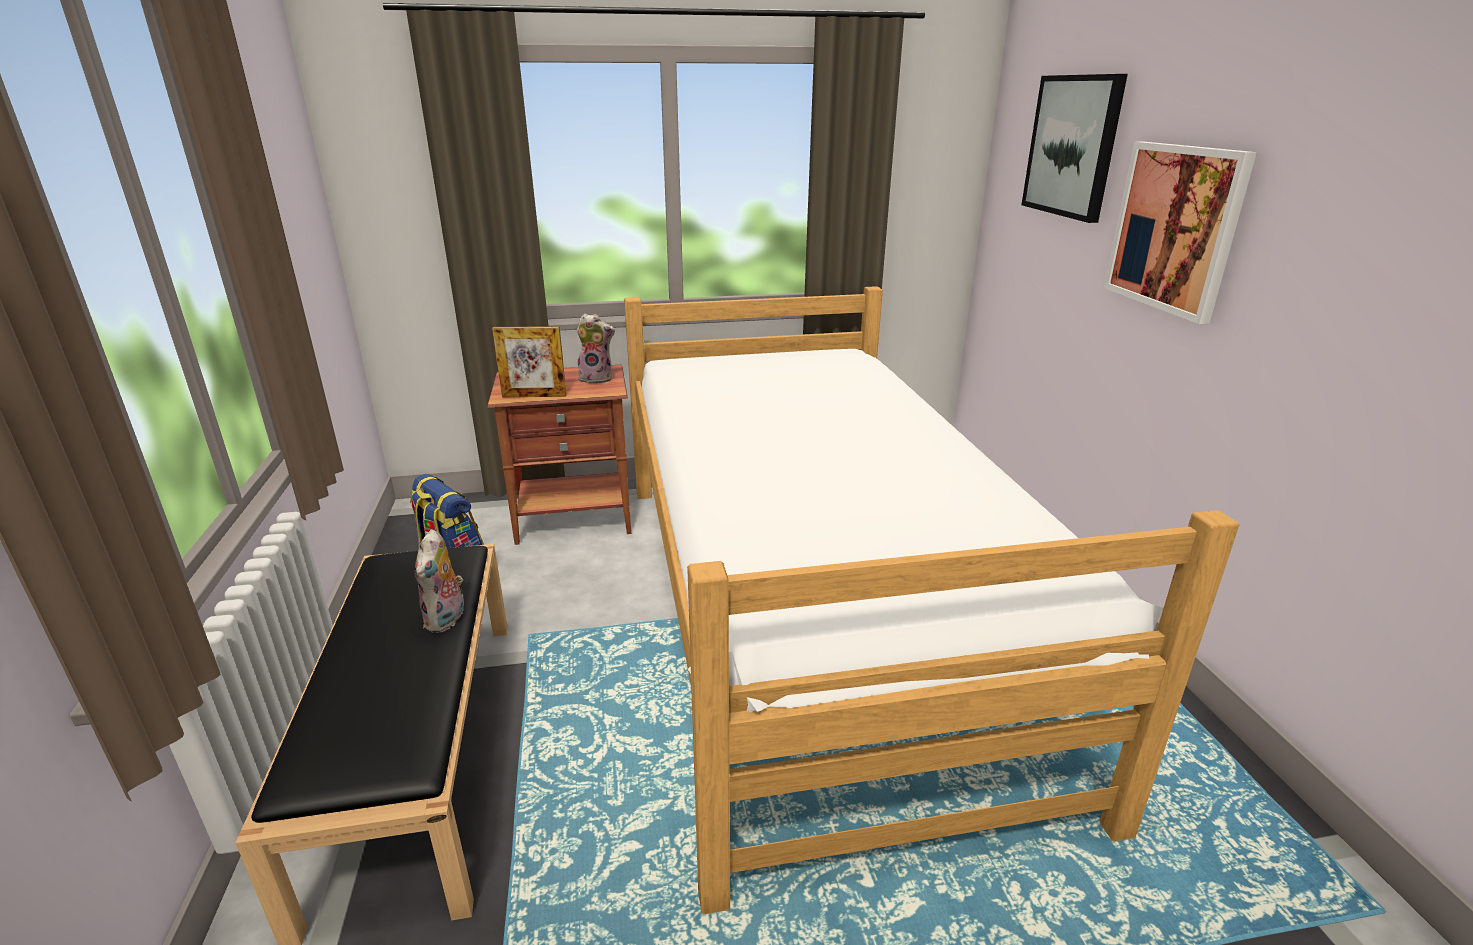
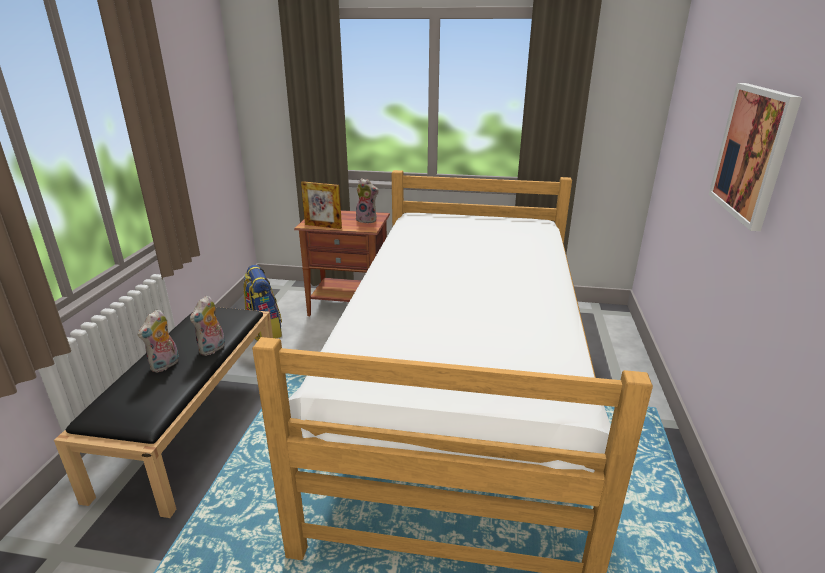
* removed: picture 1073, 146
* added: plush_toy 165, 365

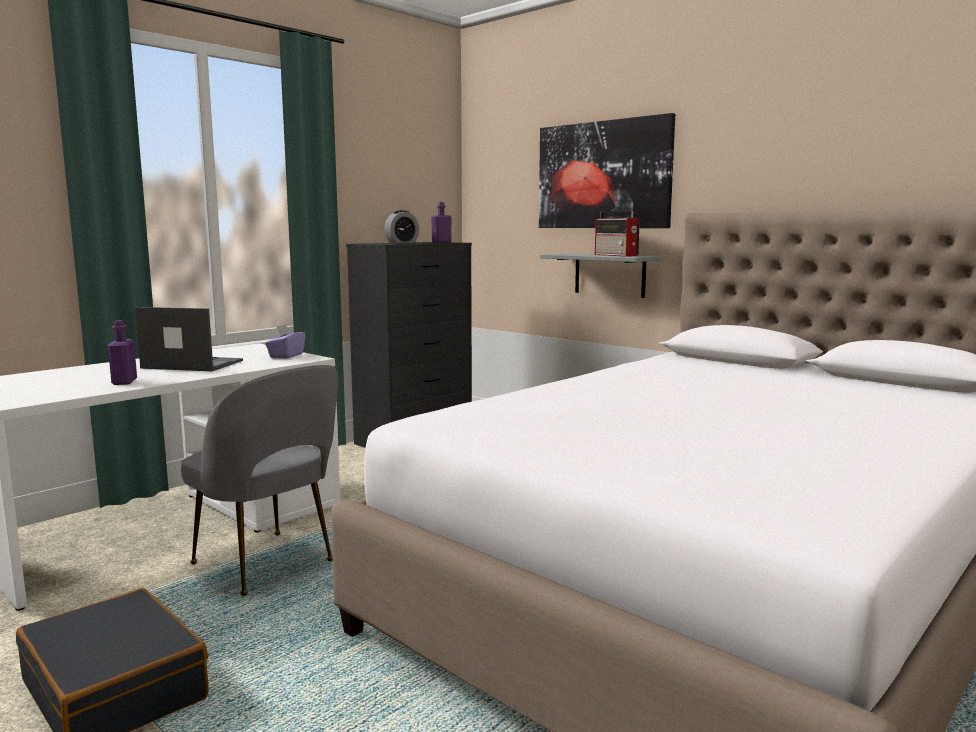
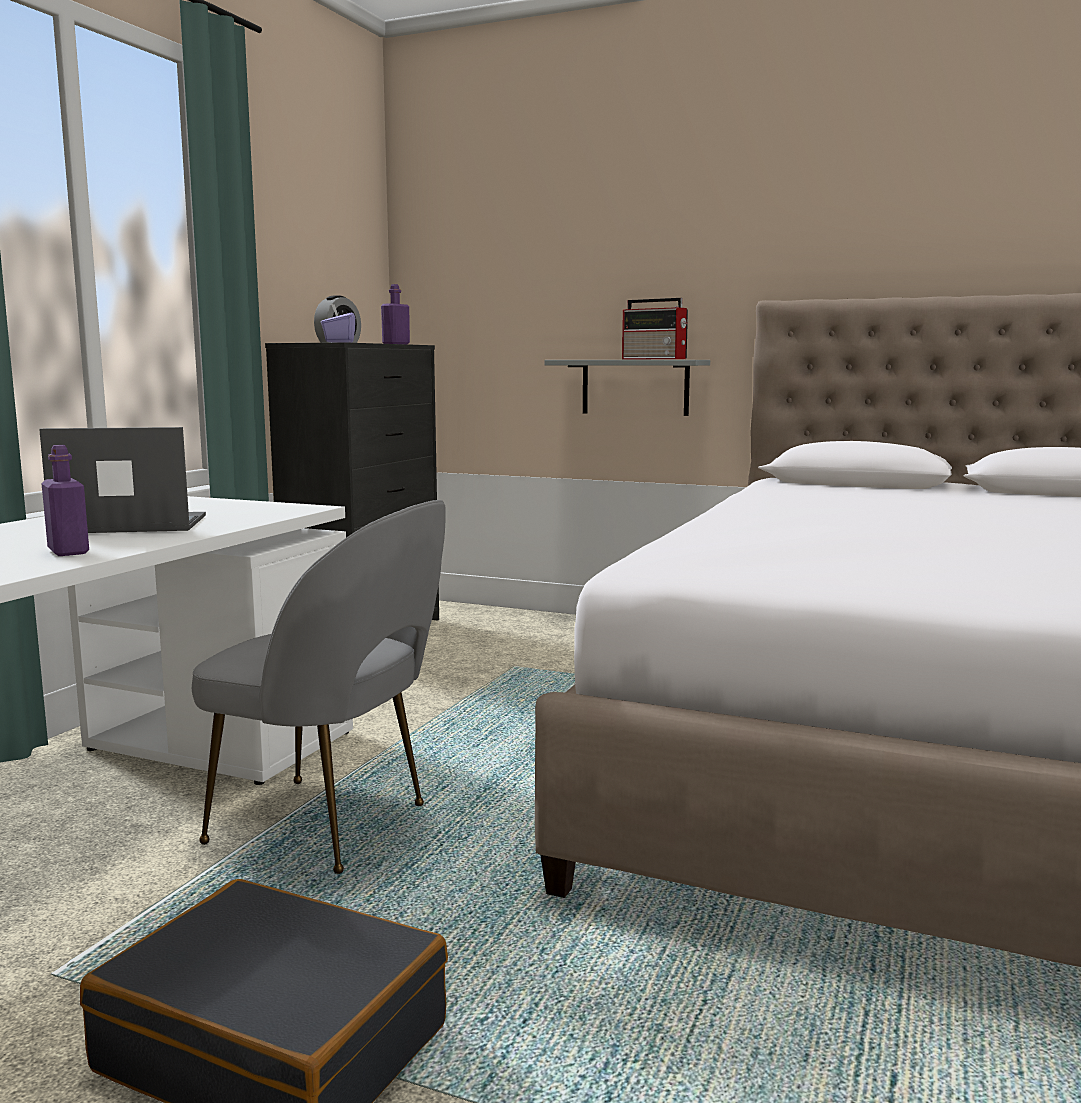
* moved: purplish_box_of_tissues 286, 356 to 339, 342
* removed: picture 603, 175

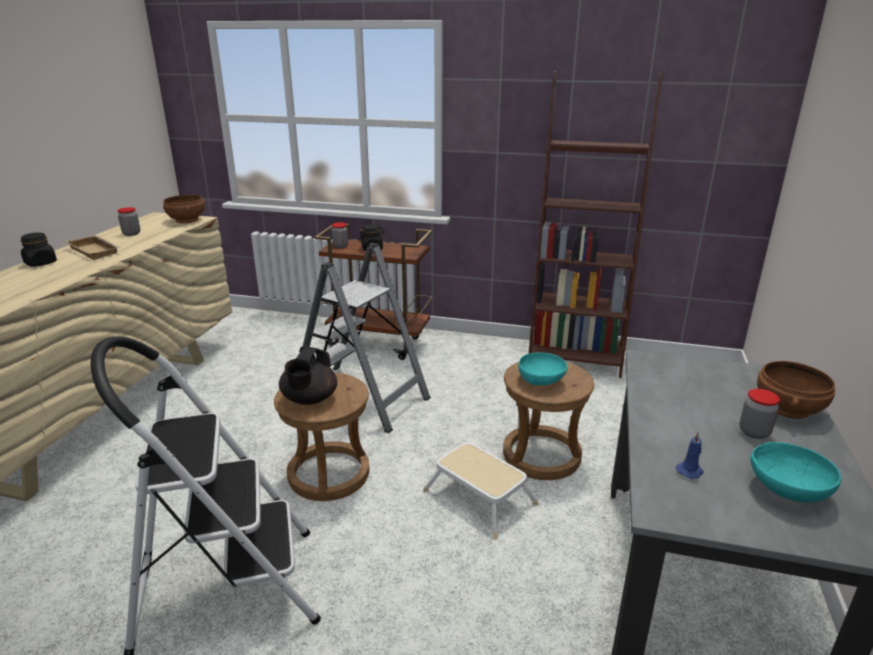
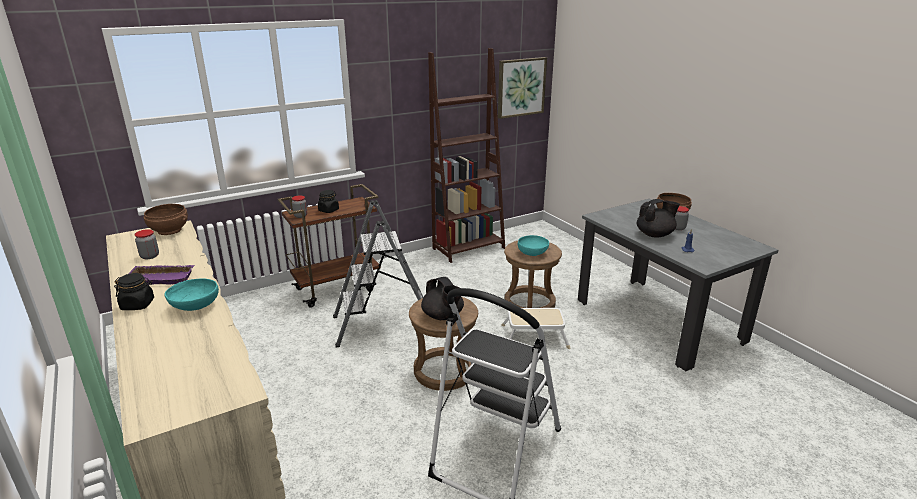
* recoloured: beige_serving_tray 97, 251 to purplish_serving_tray 163, 278
* moved: blue-green_deep_dish 787, 491 to 195, 307
* added: picture 521, 87
* added: blackish_teapot 655, 235

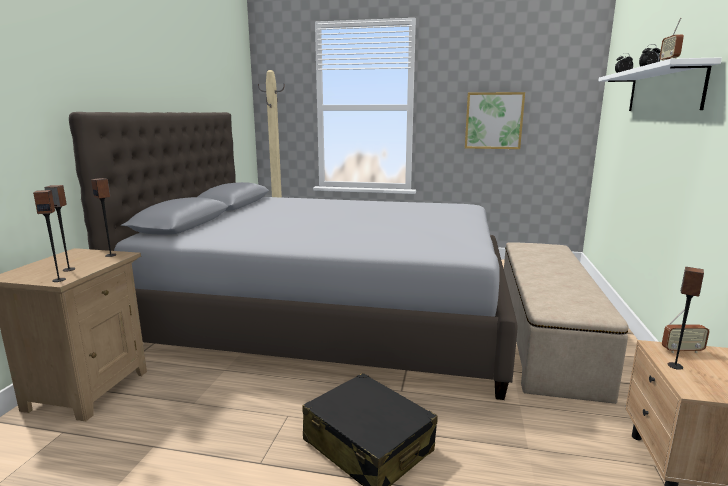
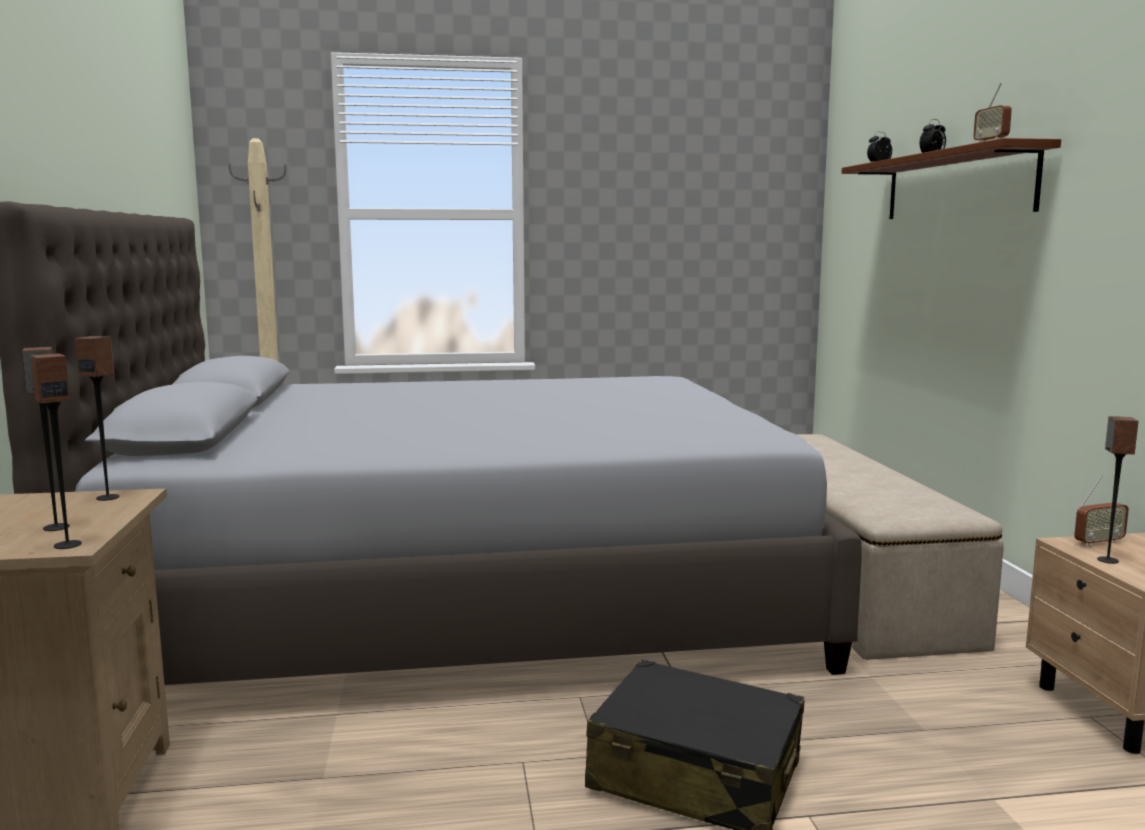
* removed: picture 493, 121
* recoloured: whitish_shelf 663, 90 to brown-coloured_shelf 956, 186

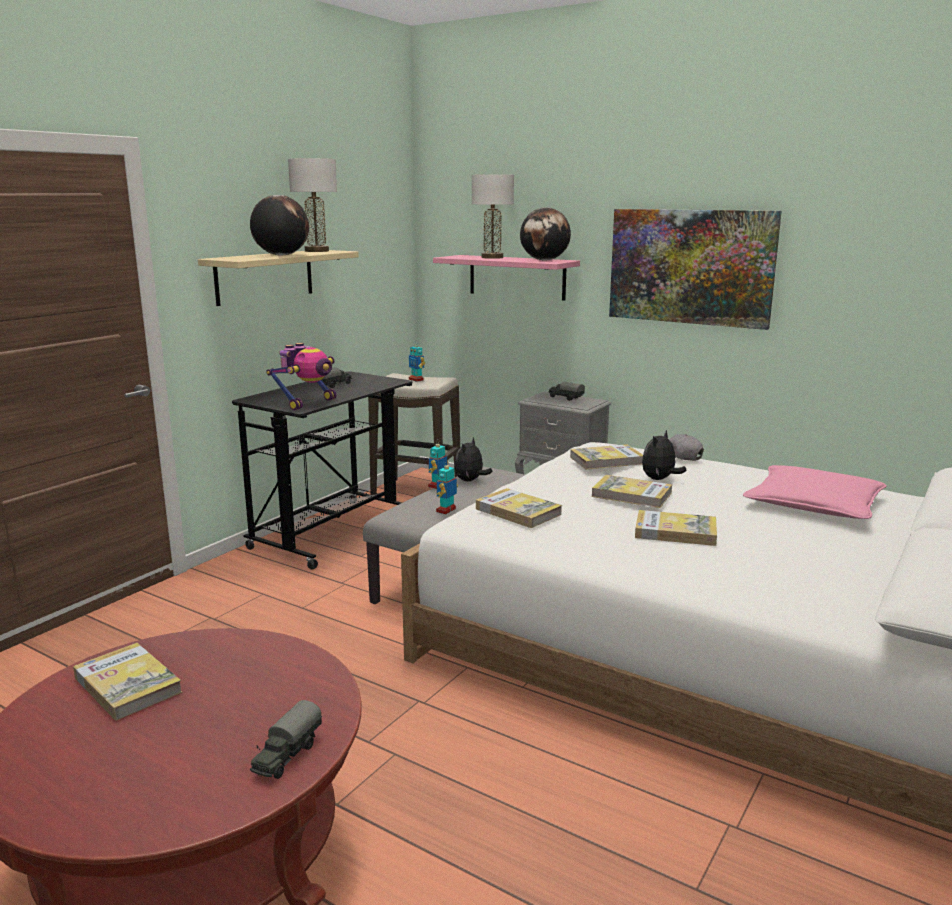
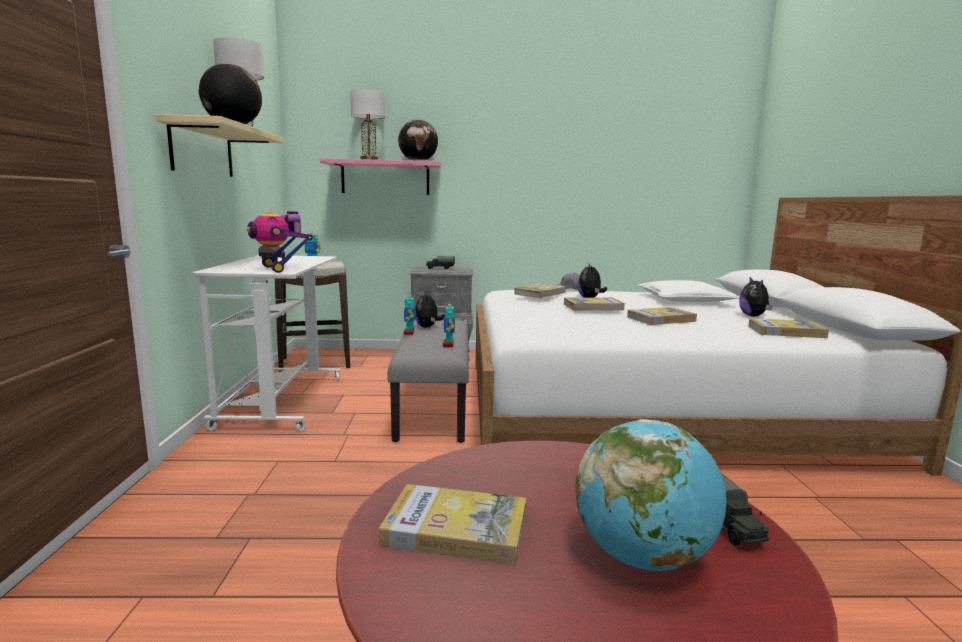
* recoloured: blackish_desk_table 334, 532 to whitish_desk_table 281, 402
* turned: toy_robot 308, 403 = 281, 269 150 degrees clockwise
* moved: volume 518, 511 to 785, 331
* removed: picture 690, 267
* recoloured: pink_throw_pillow 814, 503 to whitish_throw_pillow 684, 300
* added: globe 643, 557
* added: plush_toy 753, 316

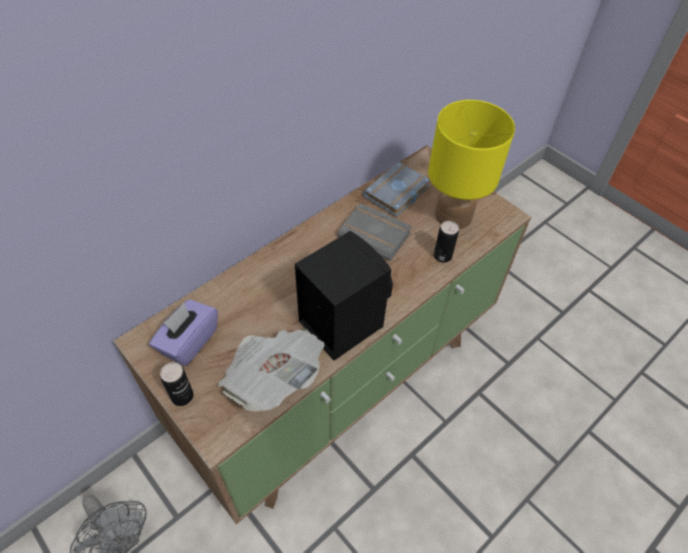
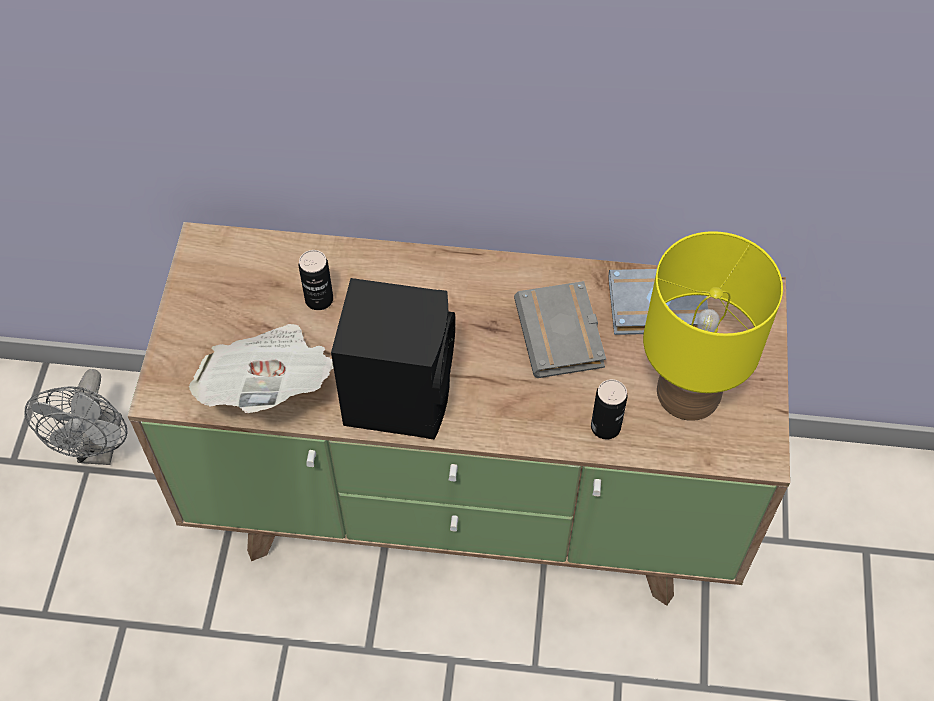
* removed: purplish_box_of_tissues 188, 341
* moved: metal_can 182, 396 to 319, 299

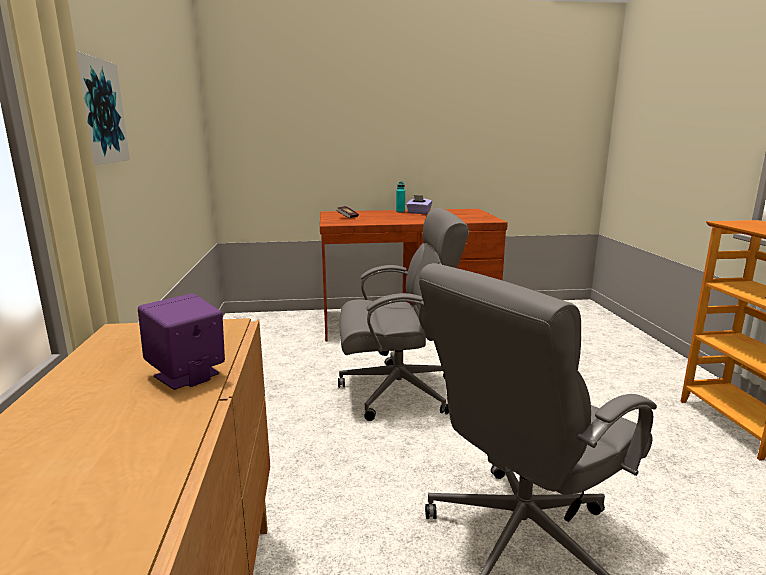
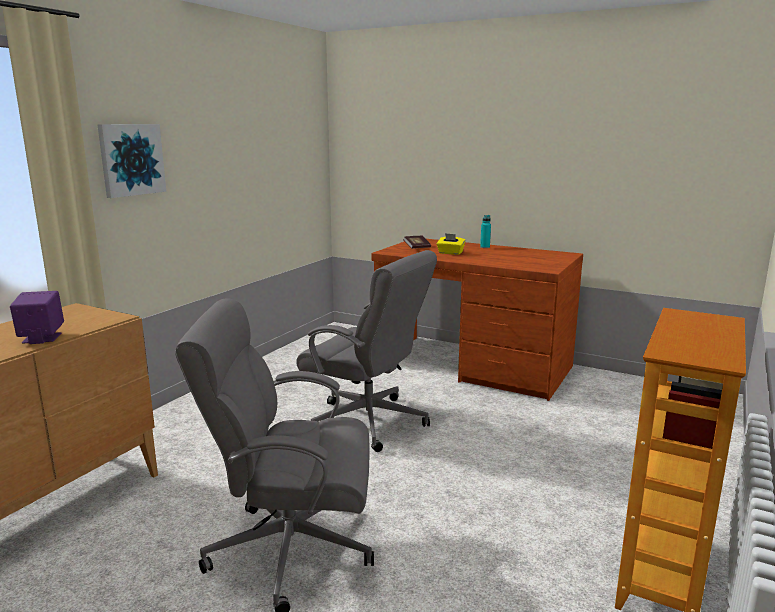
* removed: purplish_box_of_tissues 418, 213
* added: yellowish_box_of_tissues 450, 253

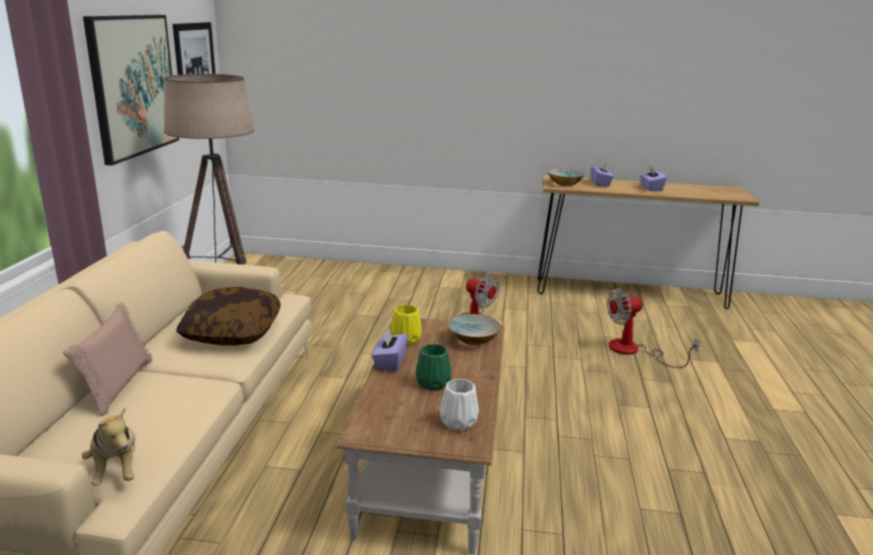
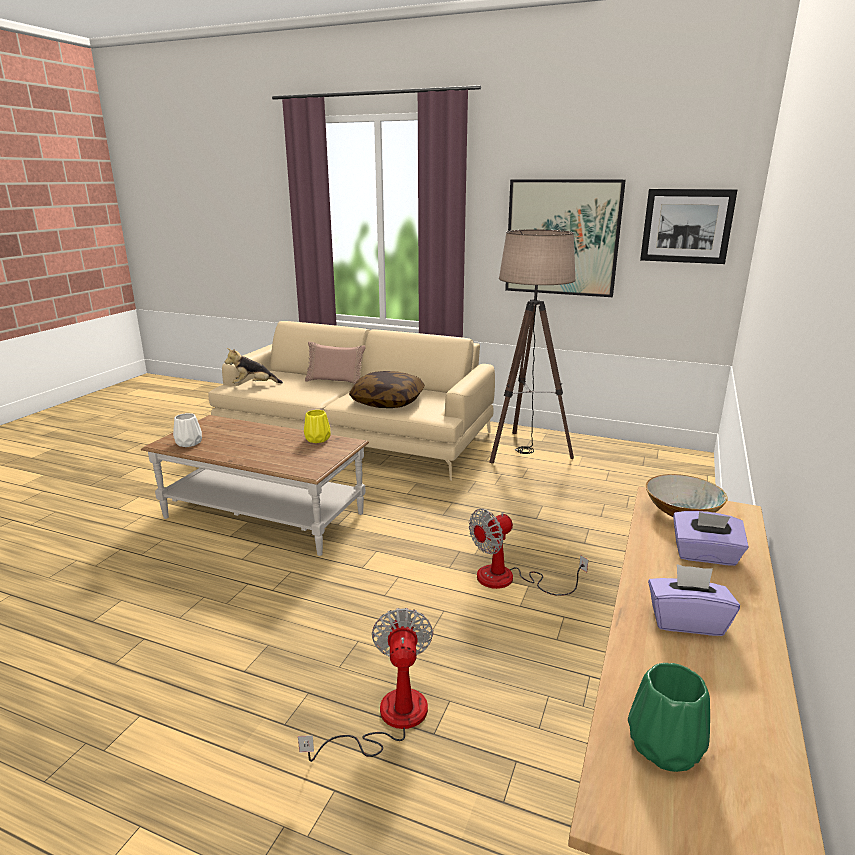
* removed: purplish_box_of_tissues 390, 362
* moved: green-coloured_decorative_vase 433, 383 to 667, 747
* removed: deep_dish 473, 339

